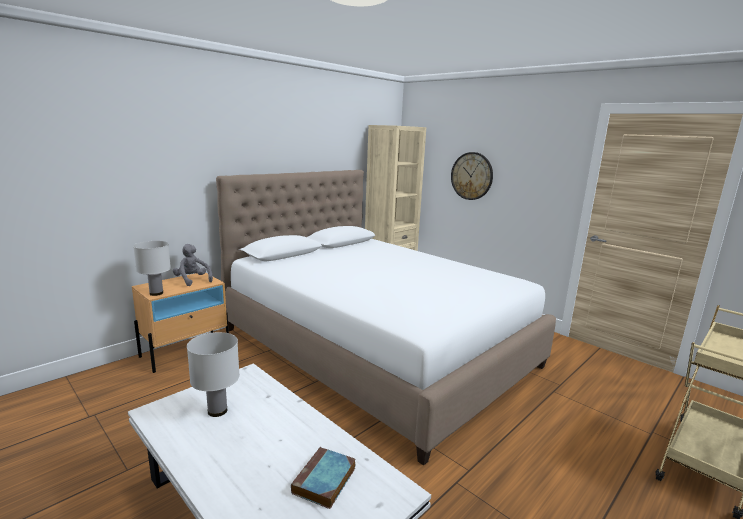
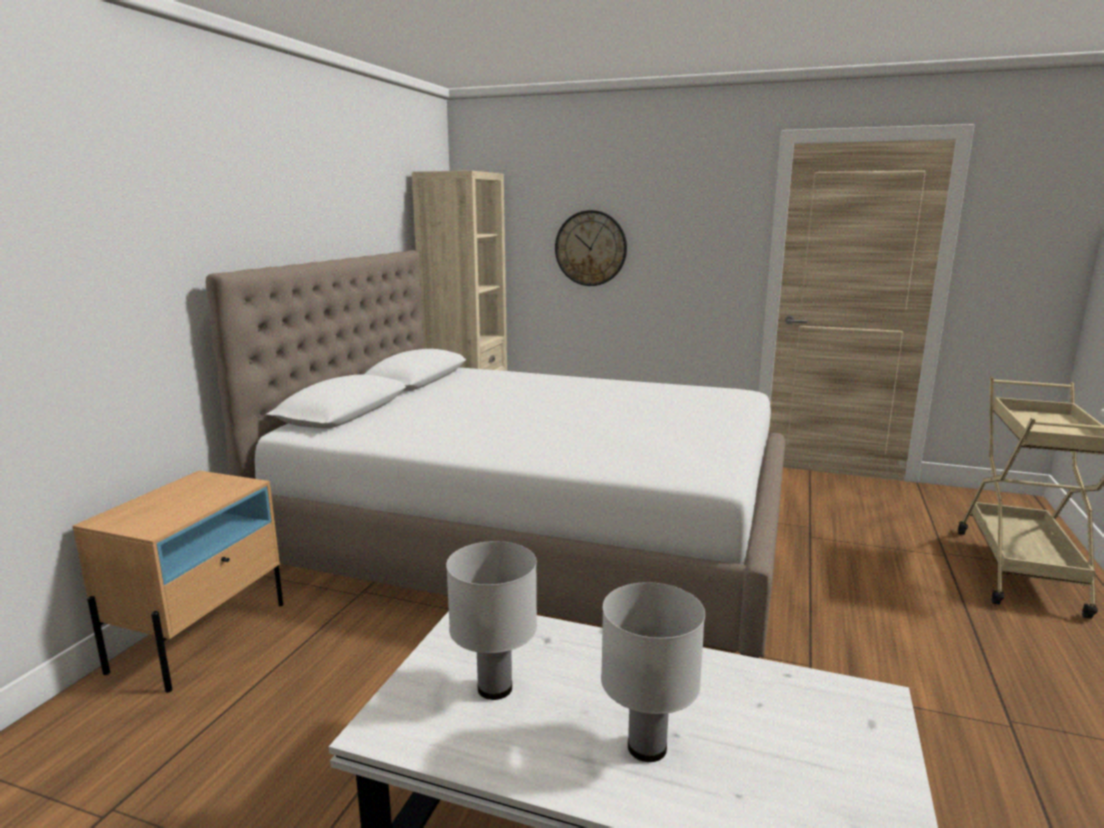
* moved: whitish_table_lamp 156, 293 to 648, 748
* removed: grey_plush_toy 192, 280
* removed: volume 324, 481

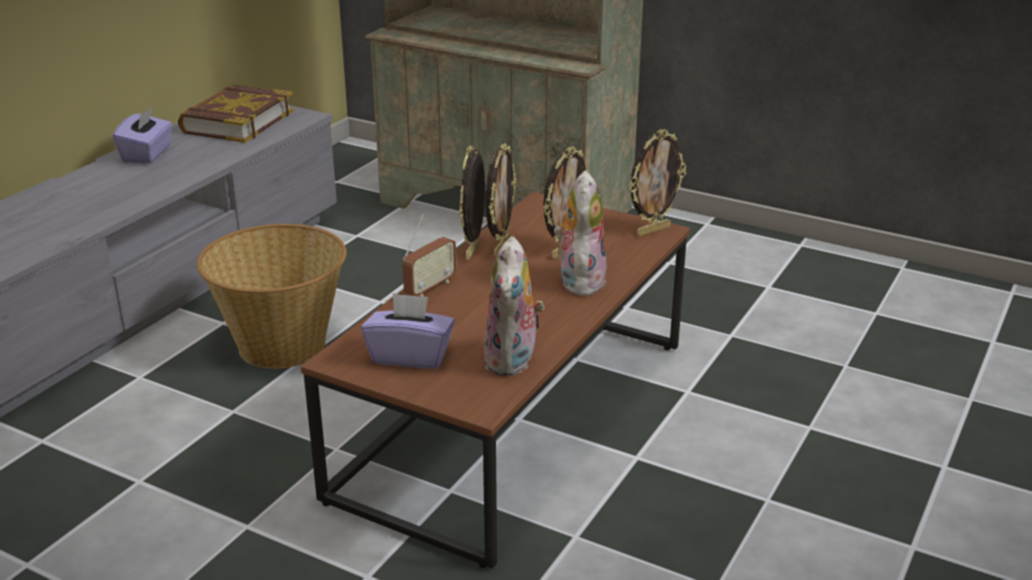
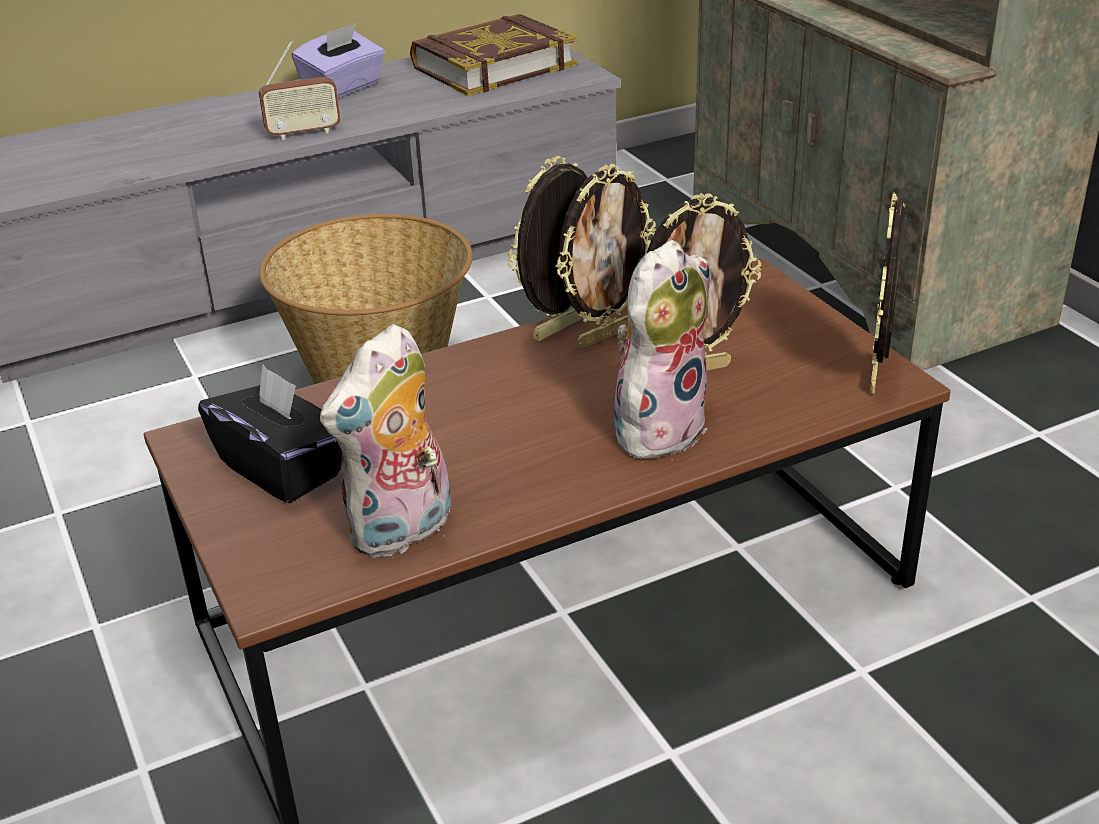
* recoloured: purplish_box_of_tissues 410, 356 to blackish_box_of_tissues 282, 469
* moved: radio 430, 287 to 303, 133
* turned: photo_frame 652, 230 = 877, 376 105 degrees clockwise

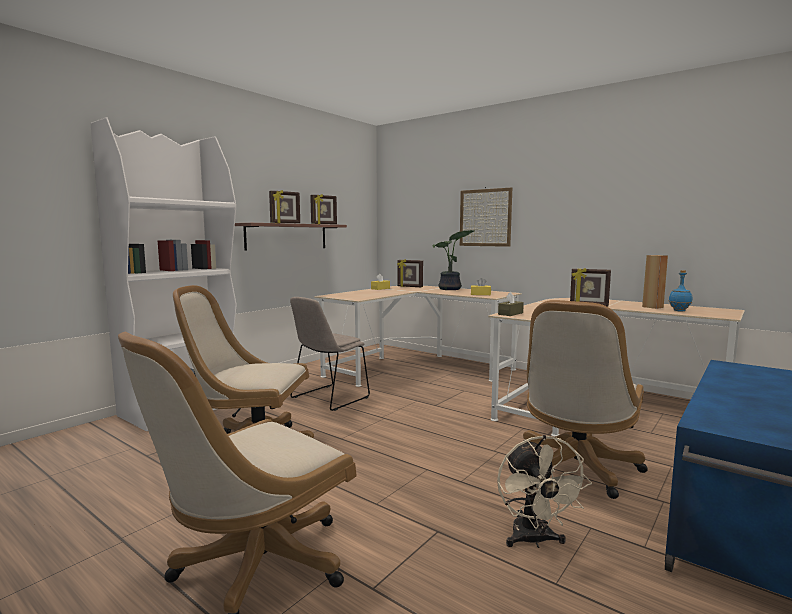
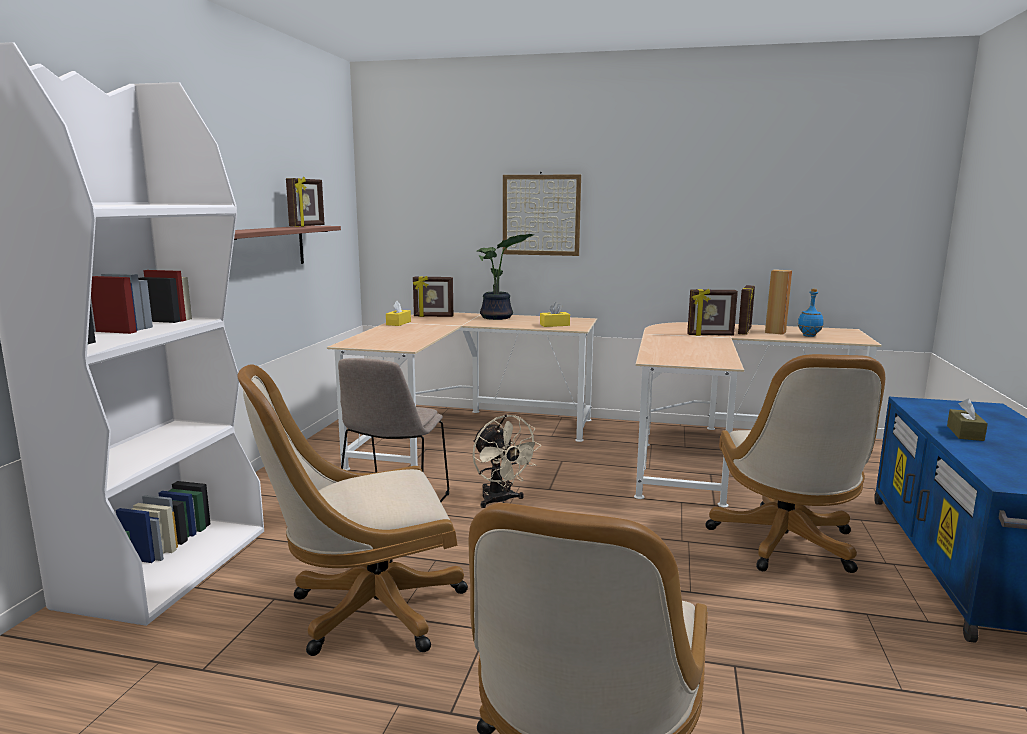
* moved: photo_frame 285, 223 to 745, 331
* moved: beige_fan 534, 541 to 500, 501
* moved: brown-coloured_box_of_tissues 510, 313 to 965, 433

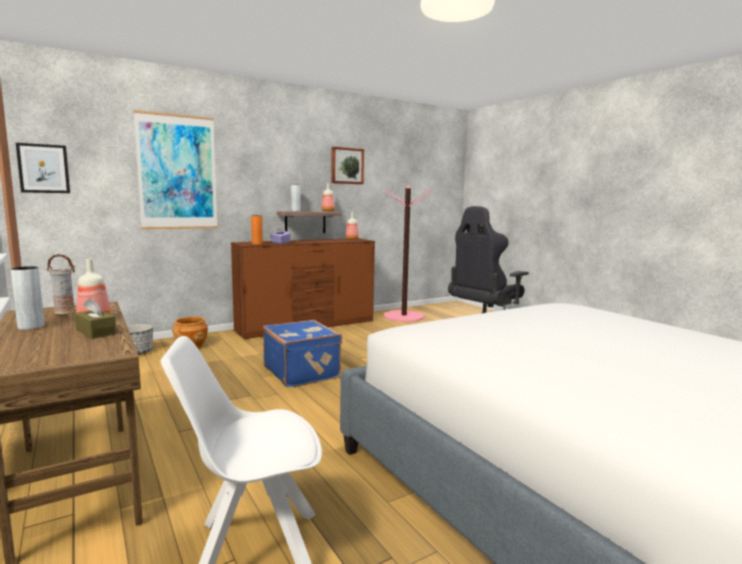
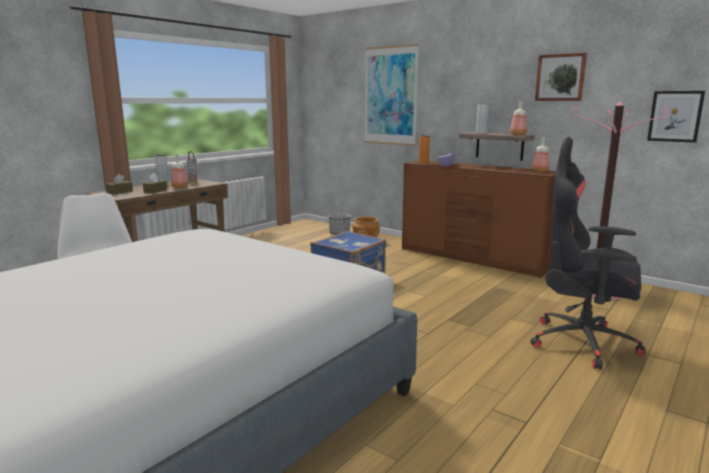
* moved: picture 43, 168 to 675, 116
* added: brown-coloured_box_of_tissues 120, 192

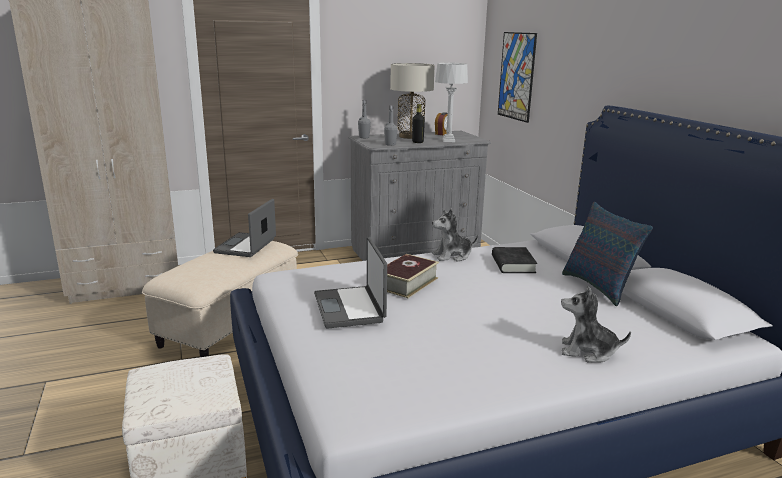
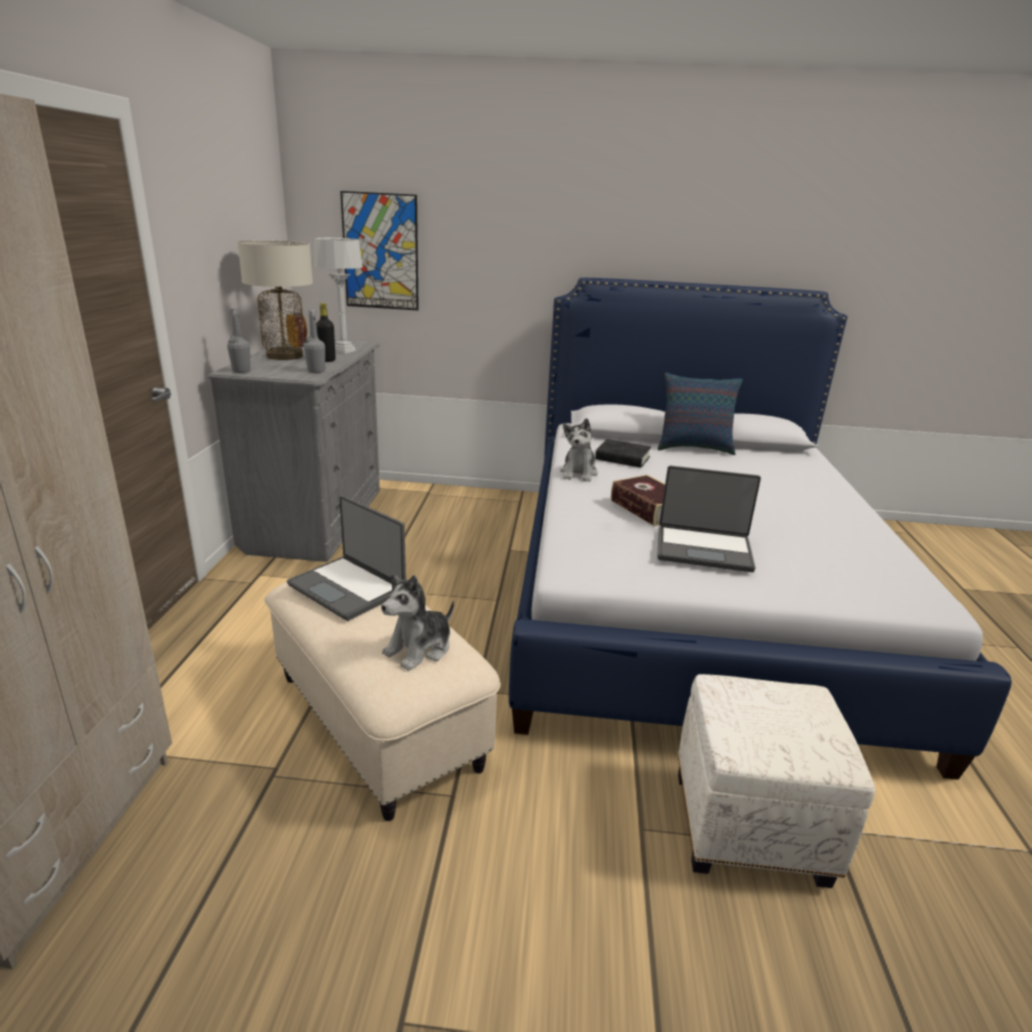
* moved: plush_toy 587, 351 to 419, 649

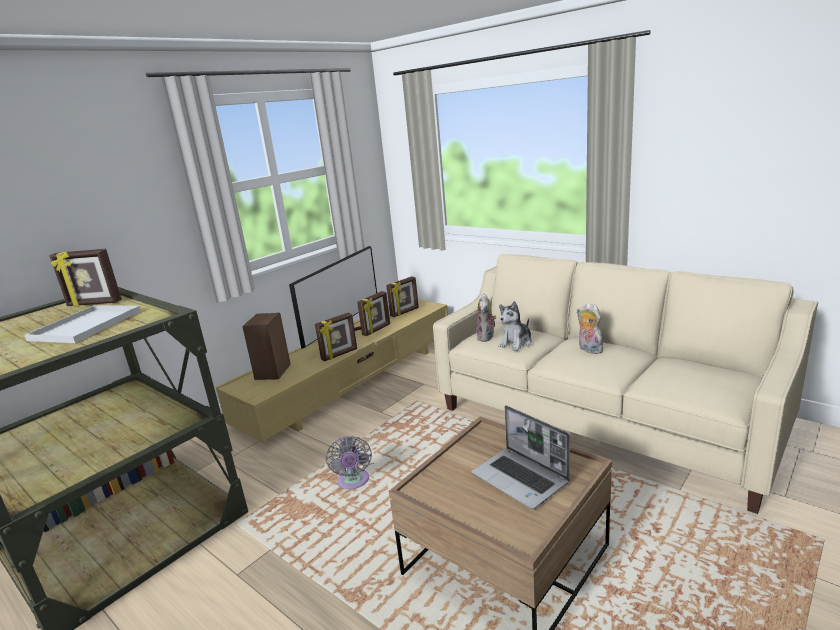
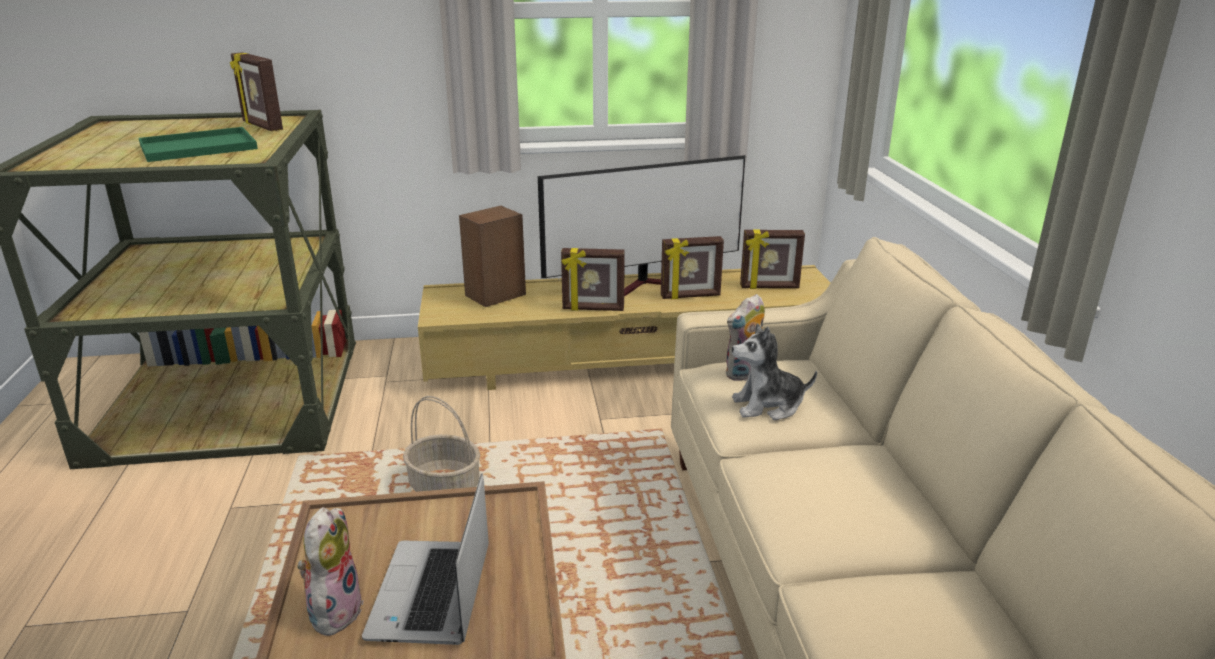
* recoloured: whitish_serving_tray 87, 324 to green-coloured_serving_tray 200, 146
* replaced: grey_fan 353, 482 to basket 445, 486
* moved: plush_toy 588, 349 to 334, 610

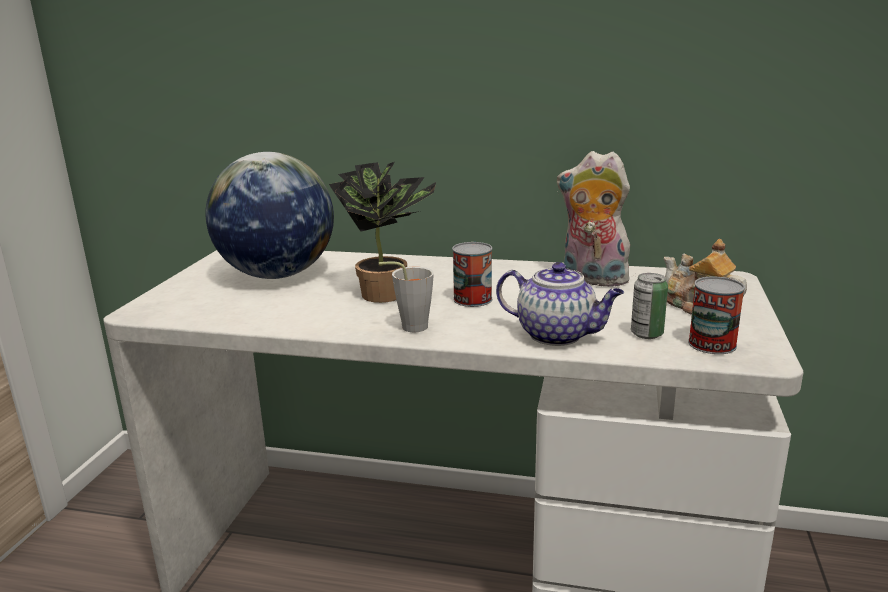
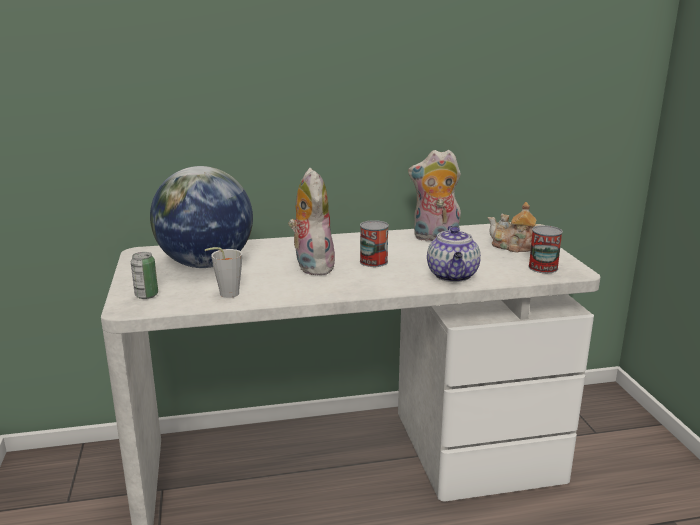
* replaced: plant_in_a_pot 389, 293 to plush_toy 311, 266
* moved: grey_cup 408, 327 to 225, 295
* turned: teapot 558, 335 = 453, 276 90 degrees clockwise
* moved: metal_can 646, 334 to 146, 295

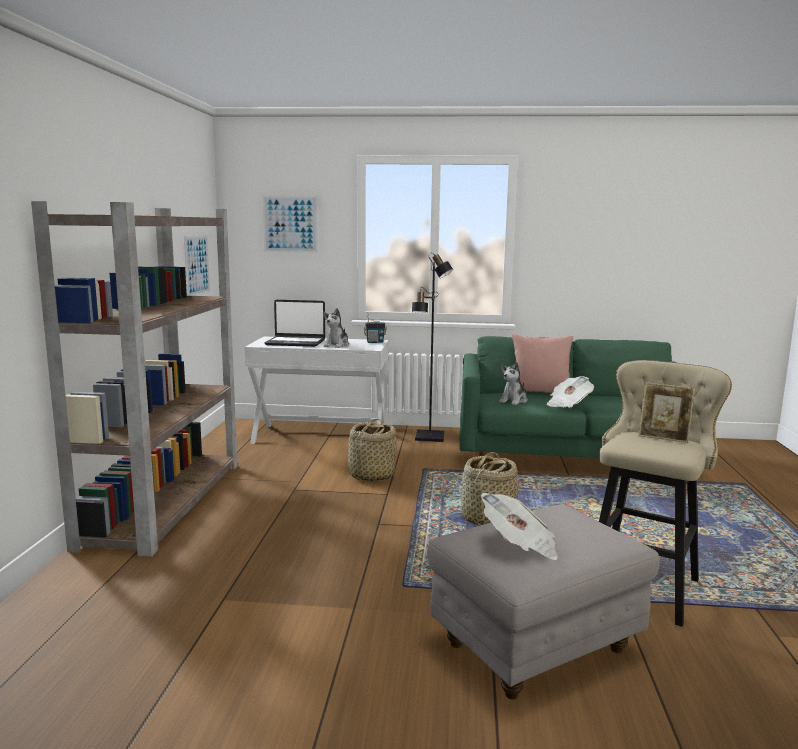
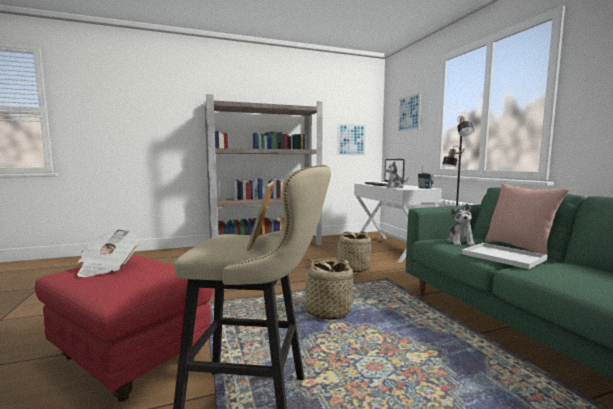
* recoloured: grey_ottoman 536, 649 to red-coloured_ottoman 129, 359
* turned: plush_toy 514, 401 = 460, 242 90 degrees counterclockwise
* replaced: daily_paper 568, 404 to whitish_serving_tray 501, 256

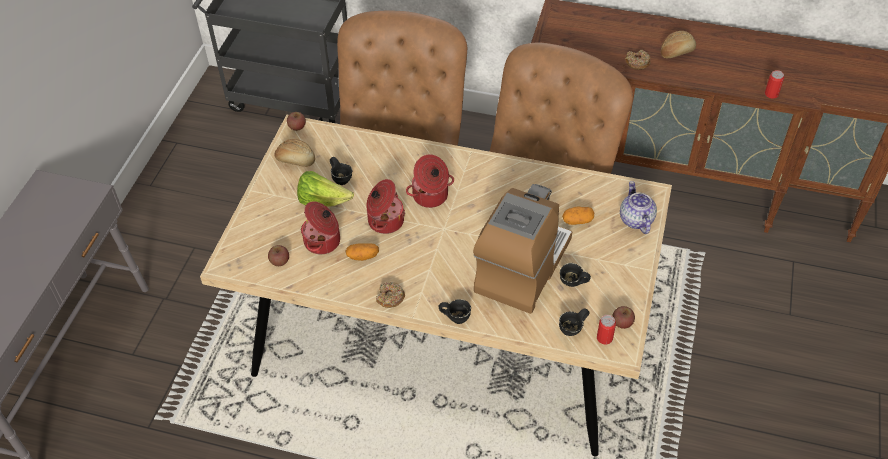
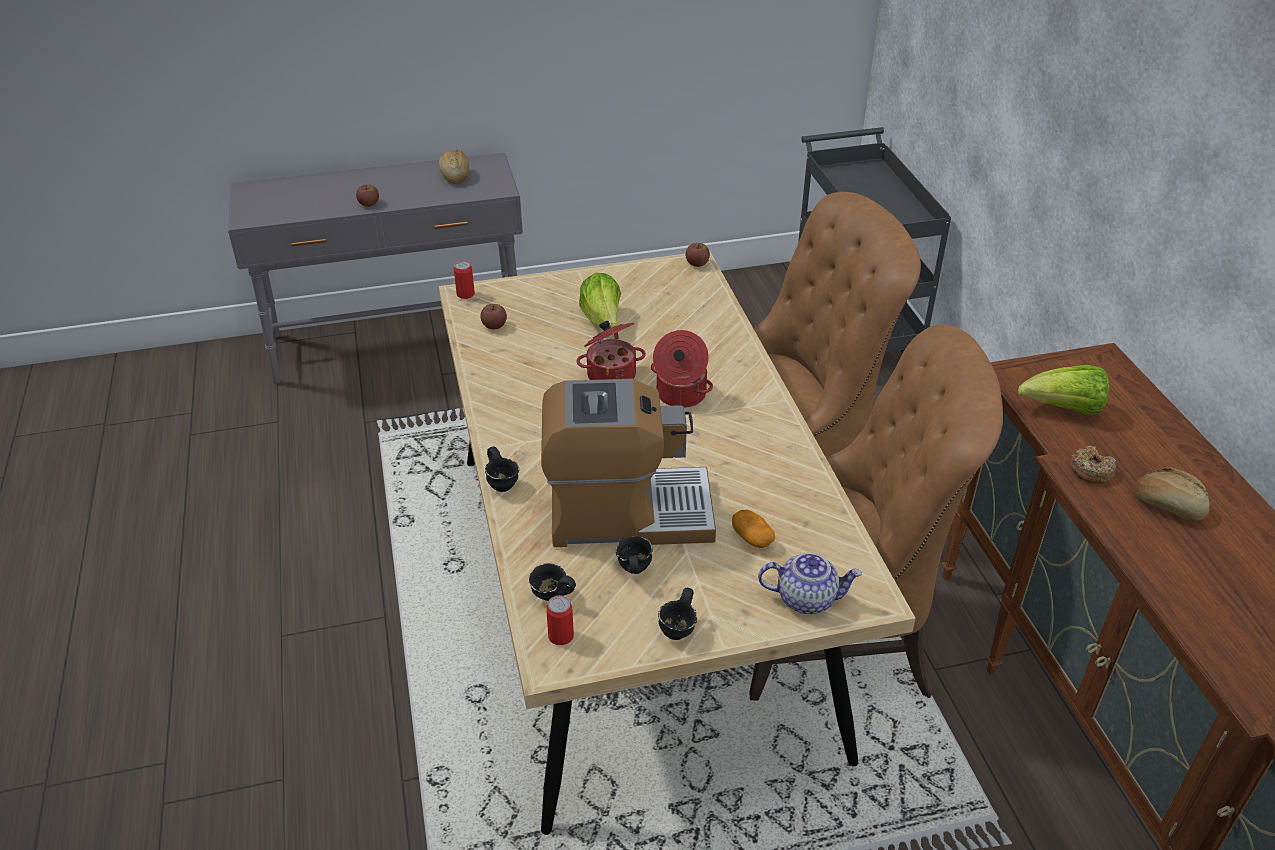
* moved: bakery_bread 295, 160 to 455, 175
* removed: stockpot 323, 241
* moved: blackish_coffee_mug 342, 179 to 680, 631
* removed: spud 362, 256
* removed: ring_doughnut 390, 298
* moved: whole_apple 622, 323 to 369, 204
* turned: teapot 635, 219 = 807, 598 45 degrees clockwise
* moved: metal_can 771, 94 to 465, 294
* added: lettuce 1063, 409

